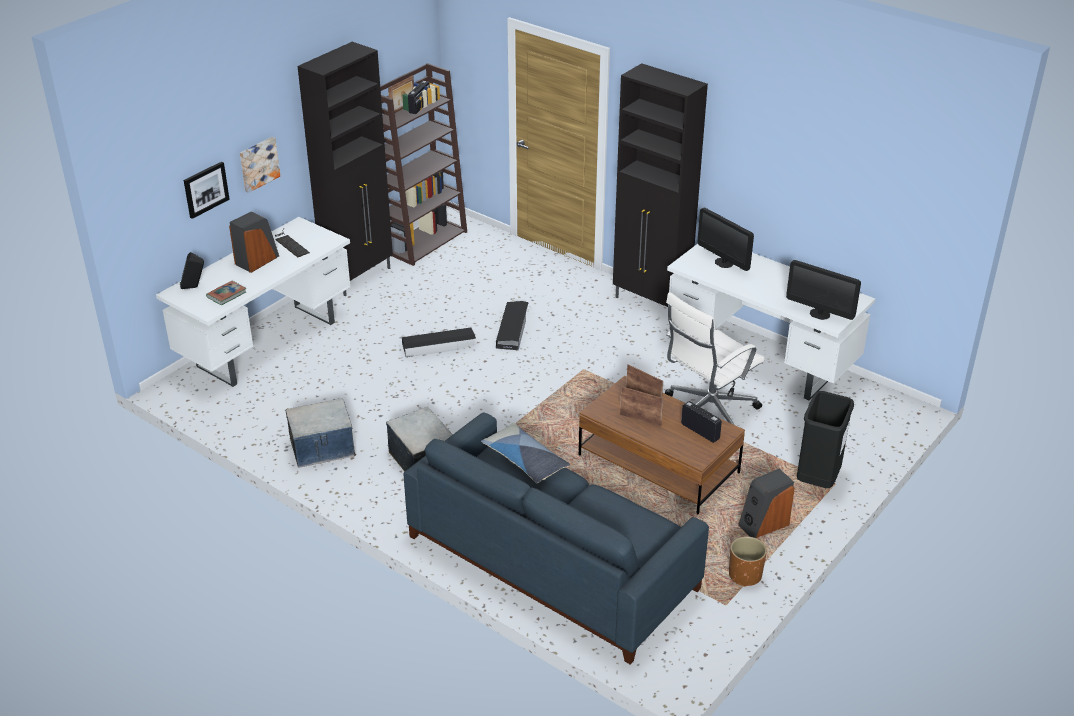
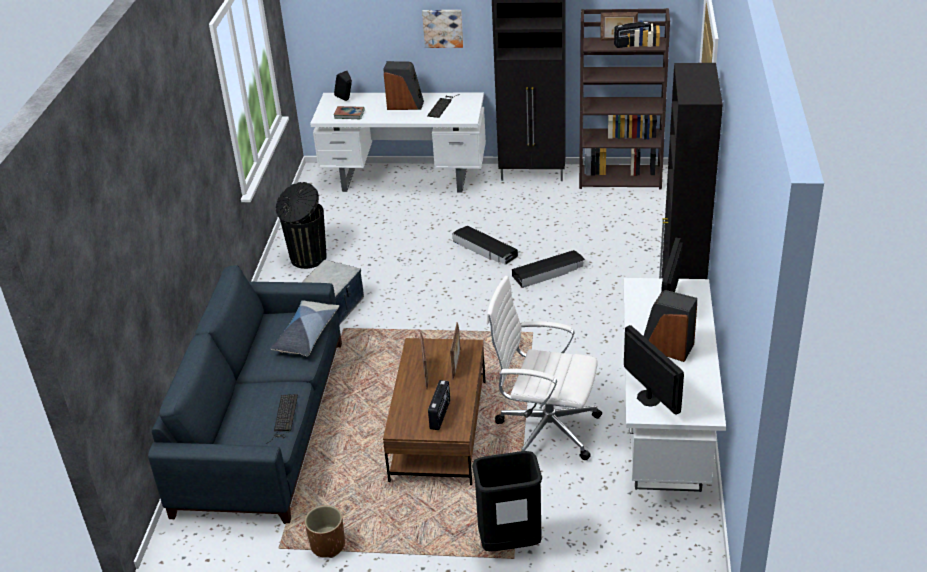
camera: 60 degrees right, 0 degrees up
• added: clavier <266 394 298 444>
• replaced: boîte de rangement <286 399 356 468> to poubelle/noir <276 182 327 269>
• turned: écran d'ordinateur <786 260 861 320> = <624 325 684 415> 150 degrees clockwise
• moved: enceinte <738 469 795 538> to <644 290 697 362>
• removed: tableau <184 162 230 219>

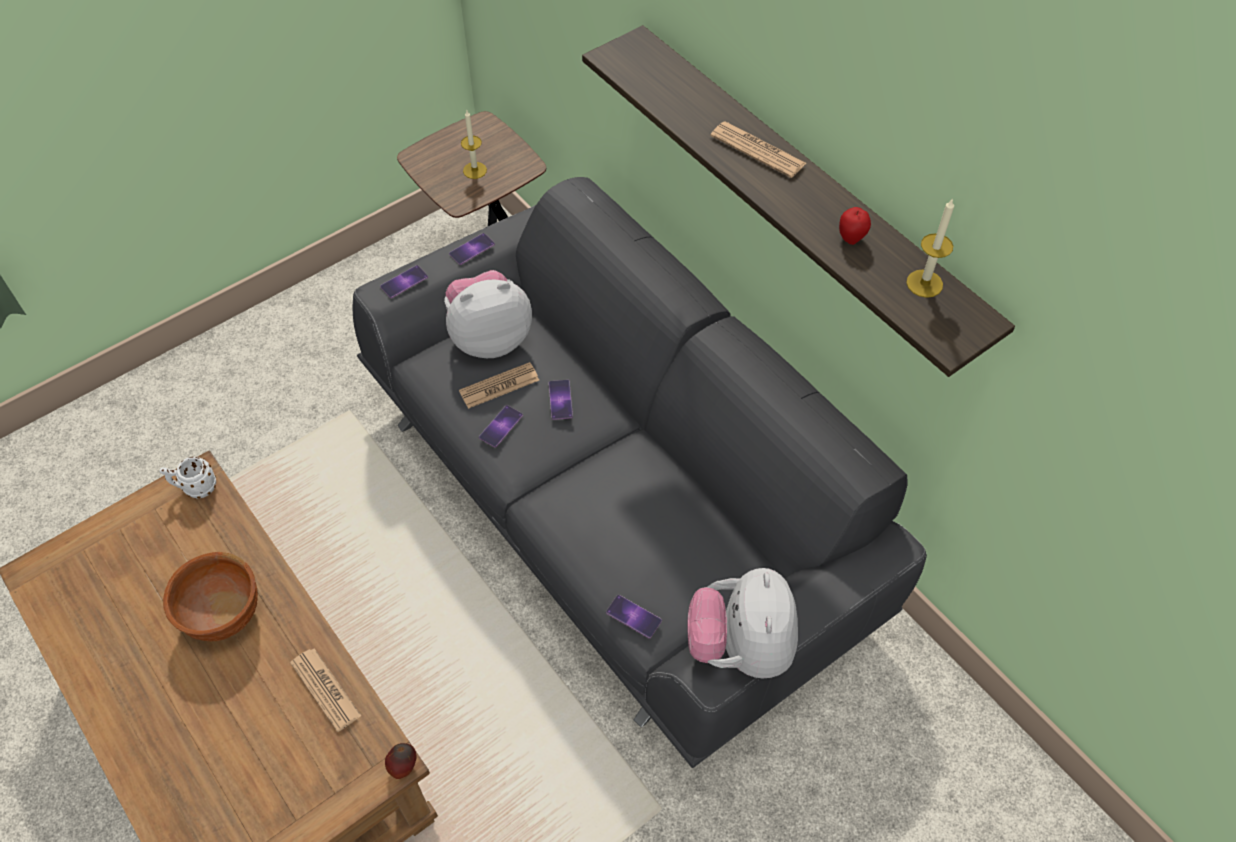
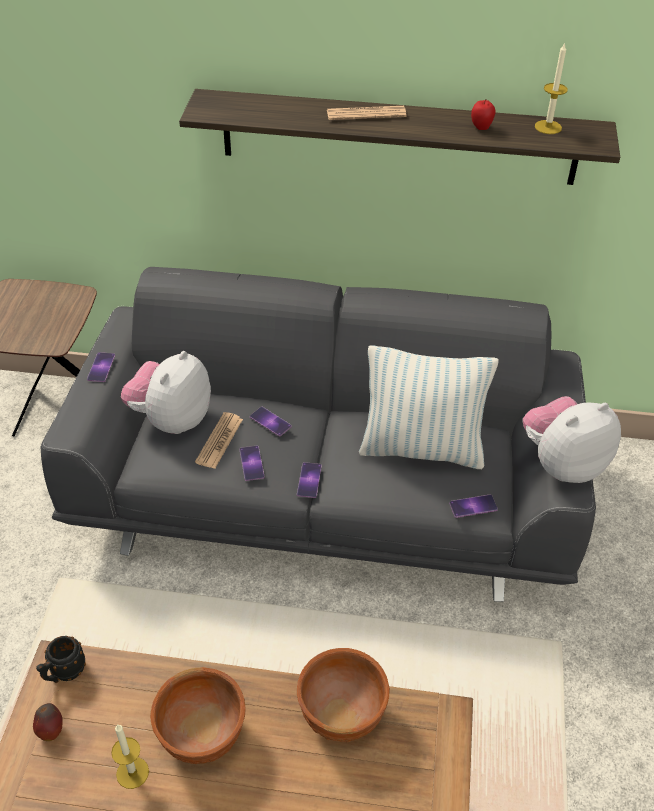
camera: 45 degrees left, 10 degrees down
• moved: pomme <385 743 417 779> to <33 703 63 741>
• recoloured: mug/blanc <160 457 216 498> to mug/noir <36 636 86 683>
• moved: bougie <461 111 487 179> to <111 724 149 789>
• moved: téléphone <380 265 428 298> to <297 462 322 498>
• replaced: journal <290 648 362 732> to bol/marron <297 648 390 742>
• added: coussin <359 345 498 469>
• turned: peluche <687 568 798 678> = <523 396 621 483> 105 degrees clockwise

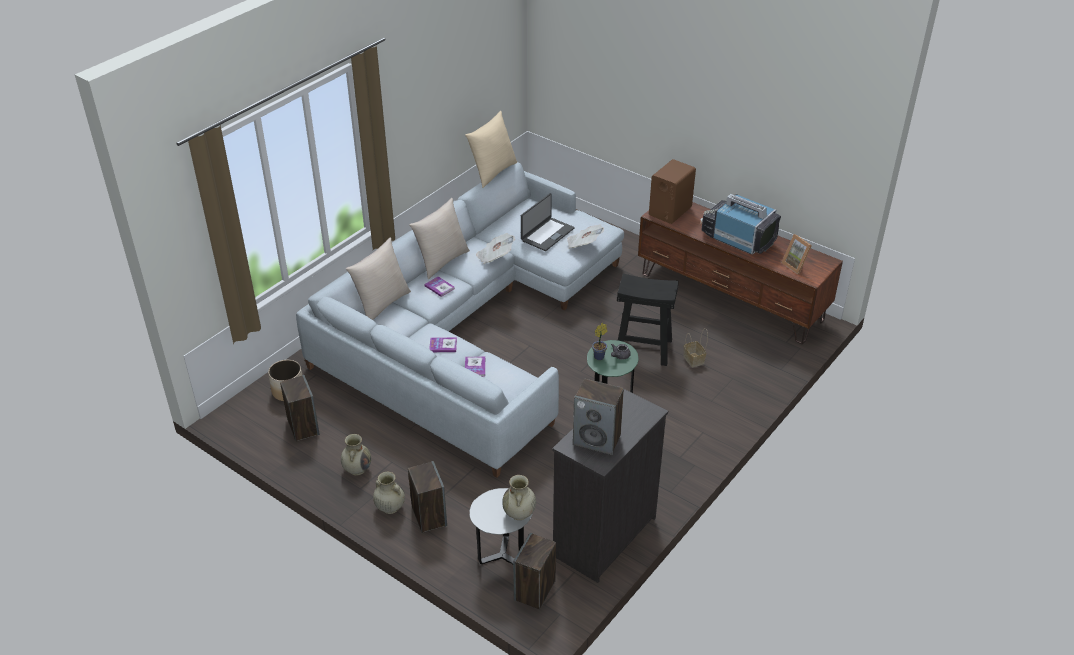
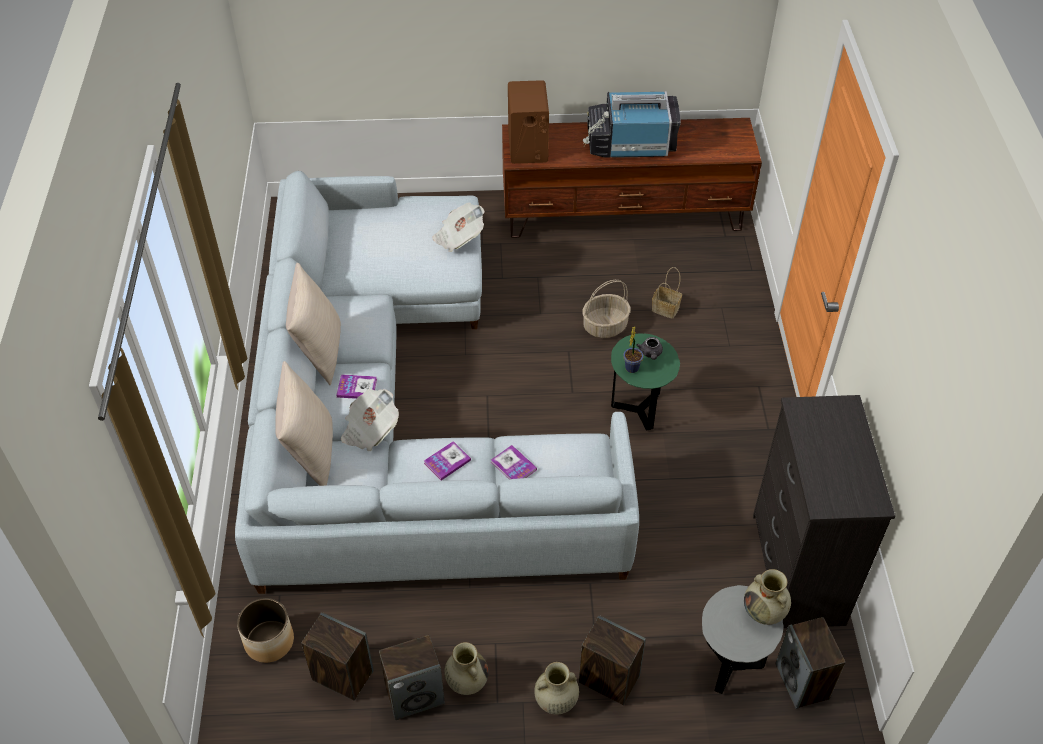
camera: 40 degrees left, 10 degrees up
• moved: journal <476 233 515 264> to <341 389 399 451>
• moved: enceinte <573 378 624 455> to <379 635 445 720>
• replaced: tabouret/noir <617 273 679 366> to panier <582 280 631 338>
• removed: coussin/beige <465 111 517 188>
• removed: ordinateur portable <521 193 574 251>
• removed: cadre photo <782 234 812 274>

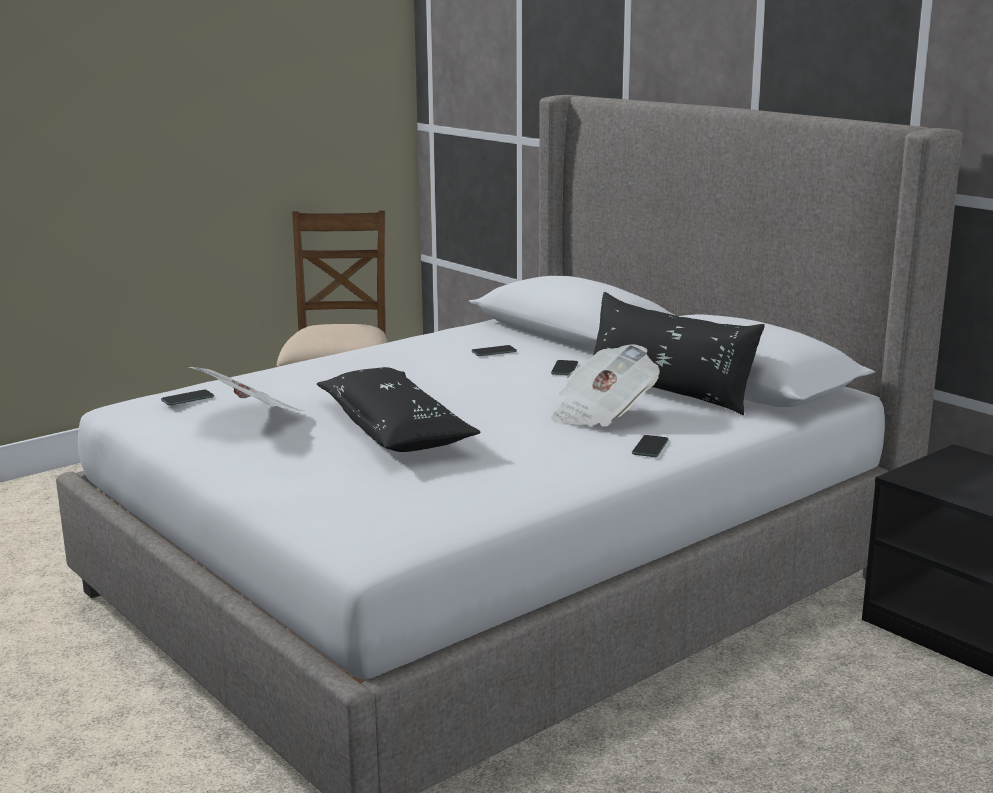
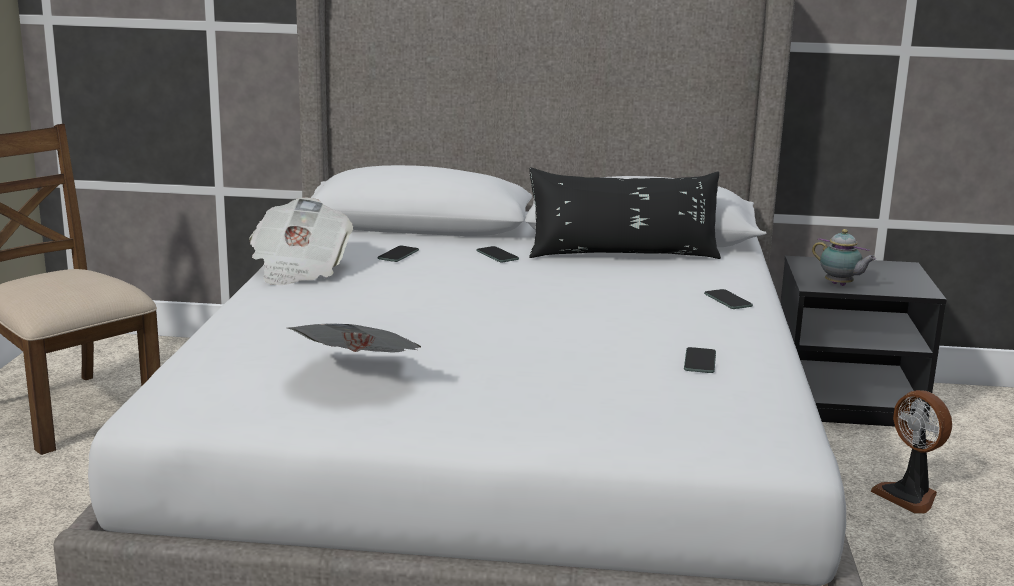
camera: 45 degrees left, 0 degrees up
• moved: journal <551 344 660 426> to <249 197 353 285>
• moved: téléphone <161 390 214 406> to <684 347 716 373>
• added: théière <812 229 876 286>
• added: ventilateur <871 390 952 514>
• removed: coussin/noir <317 367 481 452>

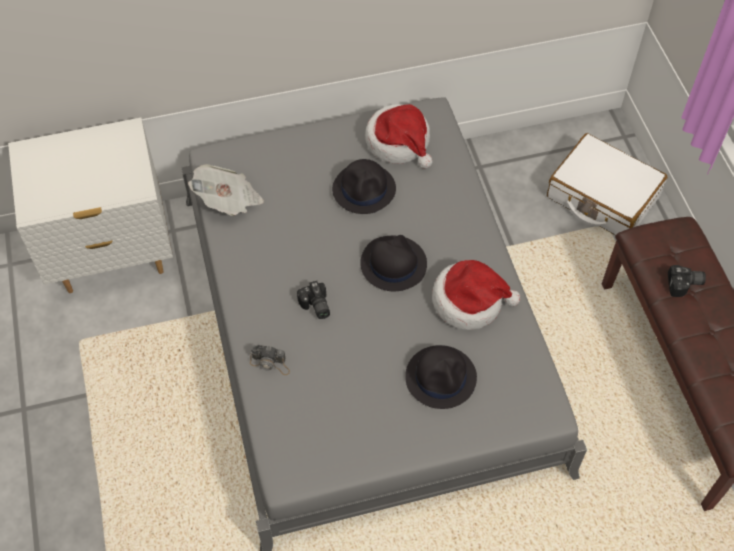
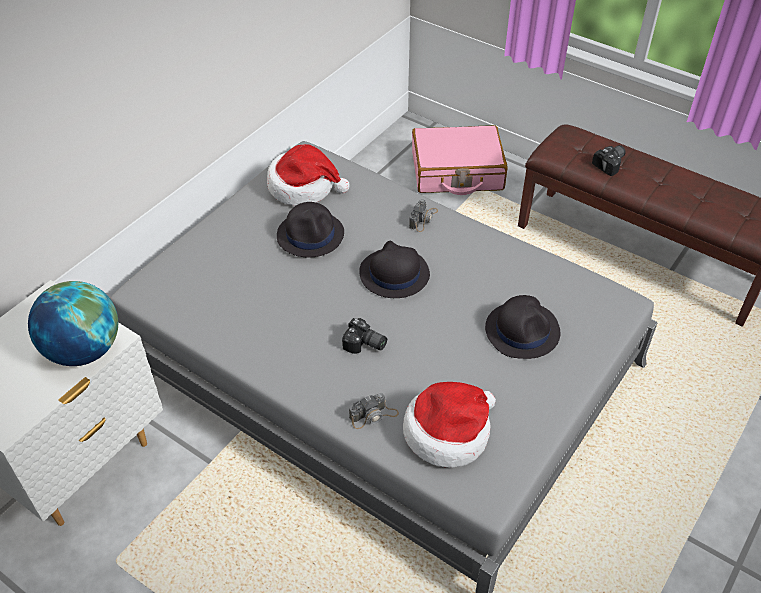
camera: 40 degrees left, 10 degrees down
• added: globe <28 281 118 366>
• moved: chapeau <432 260 520 330> to <403 382 496 468>
• added: appareil photo <409 199 438 232>
• recoloured: valise/blanc <547 133 667 236> to valise/rose <412 125 508 195>
• removed: journal <188 164 264 216>

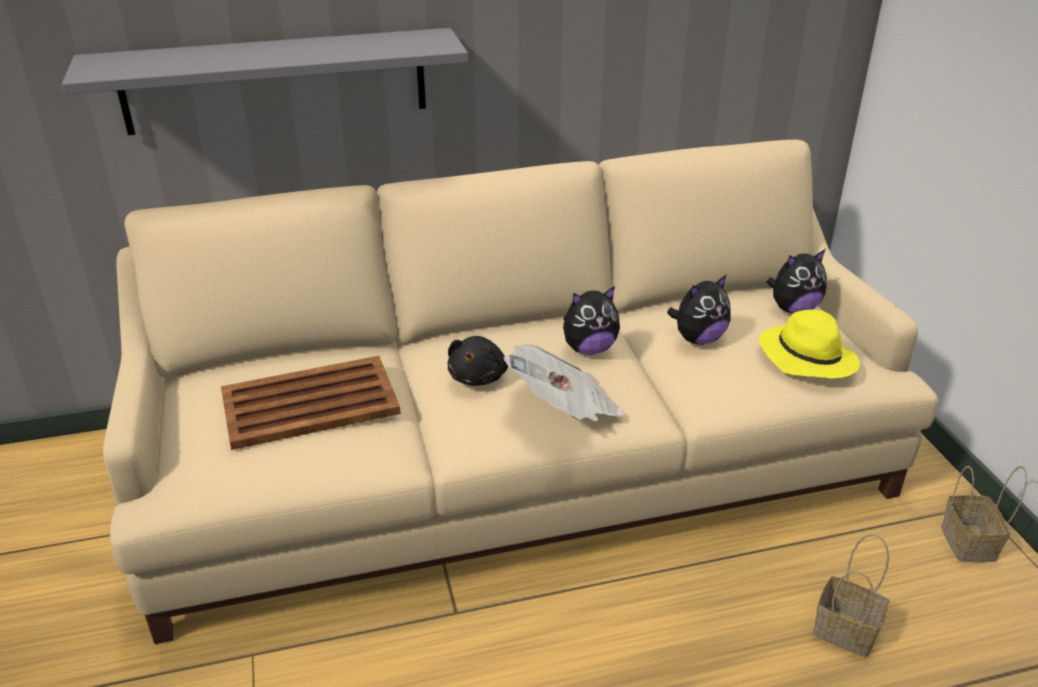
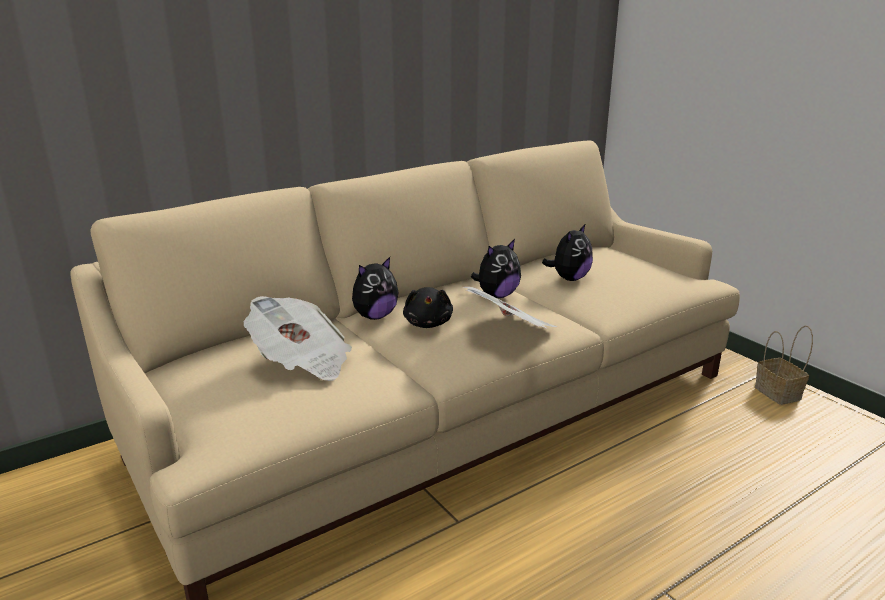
camera: 20 degrees left, 10 degrees down
• replaced: plateau/marron <221 356 401 450> to journal <243 296 352 381>
• moved: peluche <767 249 827 314> to <352 257 398 320>
• removed: étagère/gris <62 28 468 135>
• removed: chapeau/jaune <759 309 860 379>
• removed: panier <813 534 890 657>

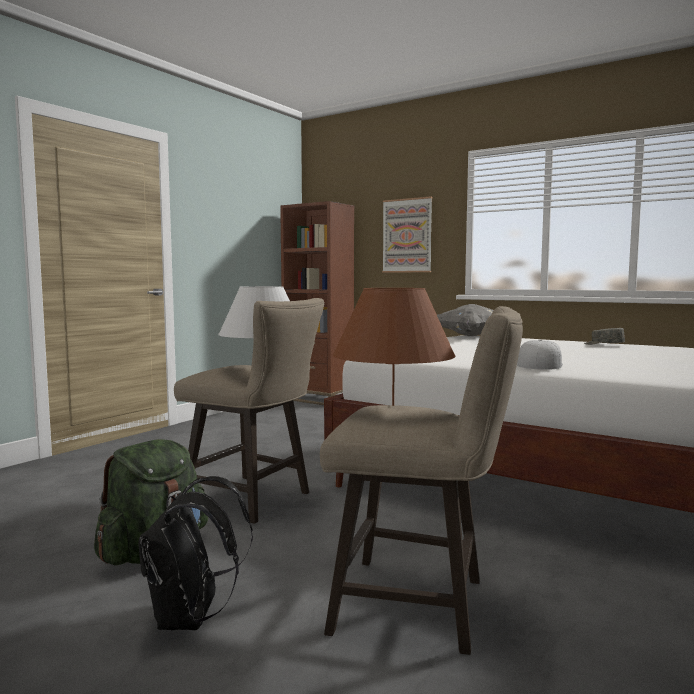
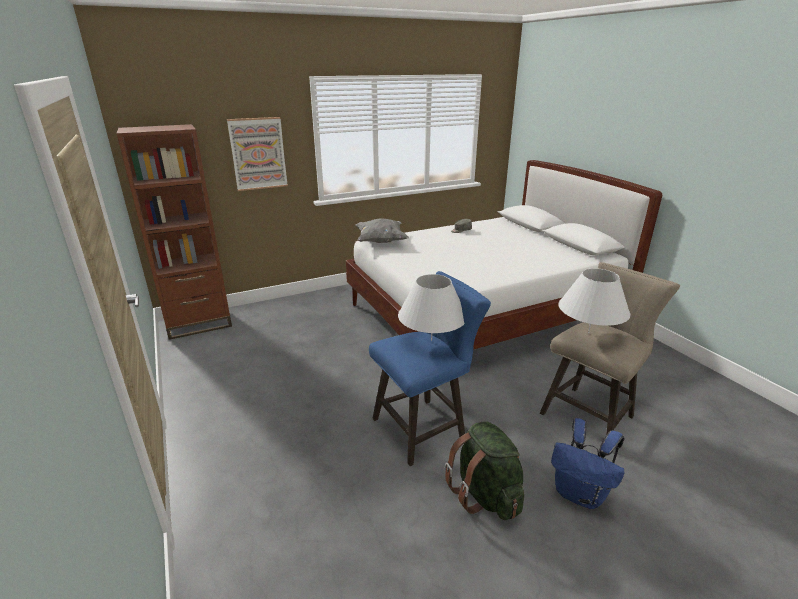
camera: 60 degrees left, 20 degrees up
• recoloured: tabouret/beige <174 298 325 524> to tabouret/bleu <369 271 491 466>
• recoloured: sac à dos/noir <138 476 253 630> to sac à dos/bleu <551 418 625 509>
• recoloured: lampe de table/marron <333 288 456 406> to lampe de table/blanc <559 268 630 334>
• removed: casquette/blanc <517 340 563 370>

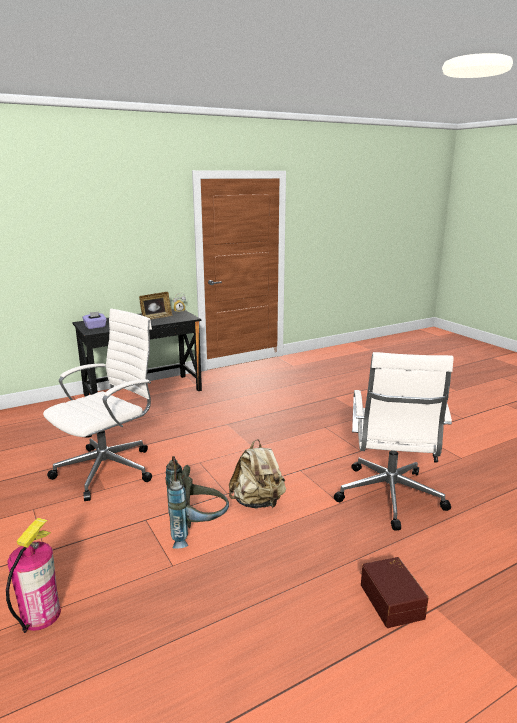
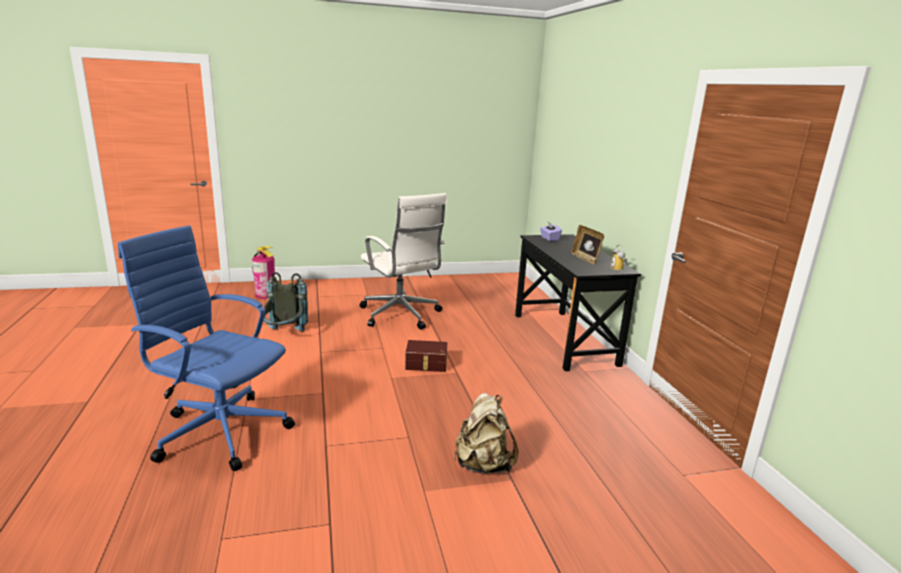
camera: 105 degrees right, 0 degrees up
• recoloured: chaise de bureau/blanc <334 352 454 531> to chaise de bureau/bleu <118 225 295 471>
• moved: boîte de rangement/marron <361 557 428 628> to <405 340 447 372>
• moved: sac à dos/beige <229 439 286 508> to <454 393 519 473>

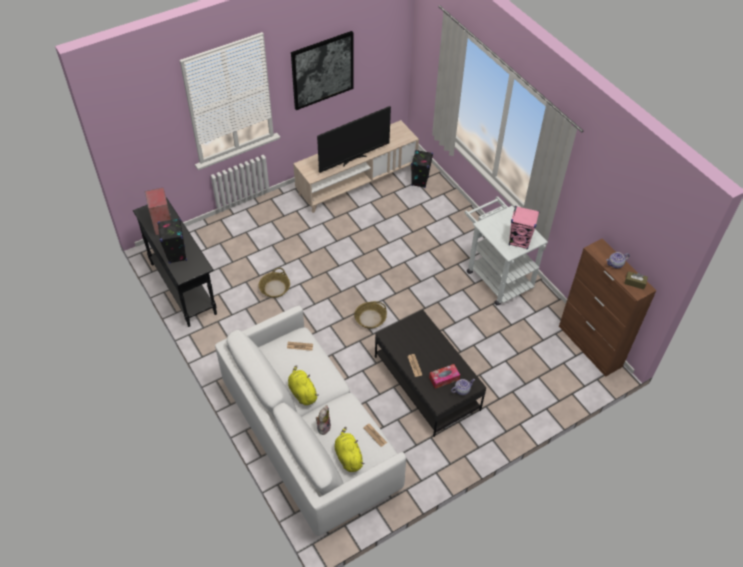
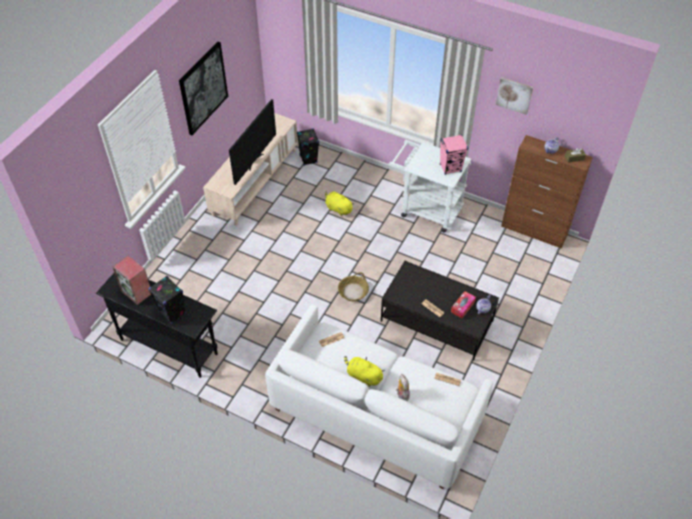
camera: 30 degrees left, 0 degrees up
• moved: peluche/jaune <335 427 364 472> to <325 191 354 216>
• added: tableau <496 77 533 115>
• removed: panier <259 268 290 298>

